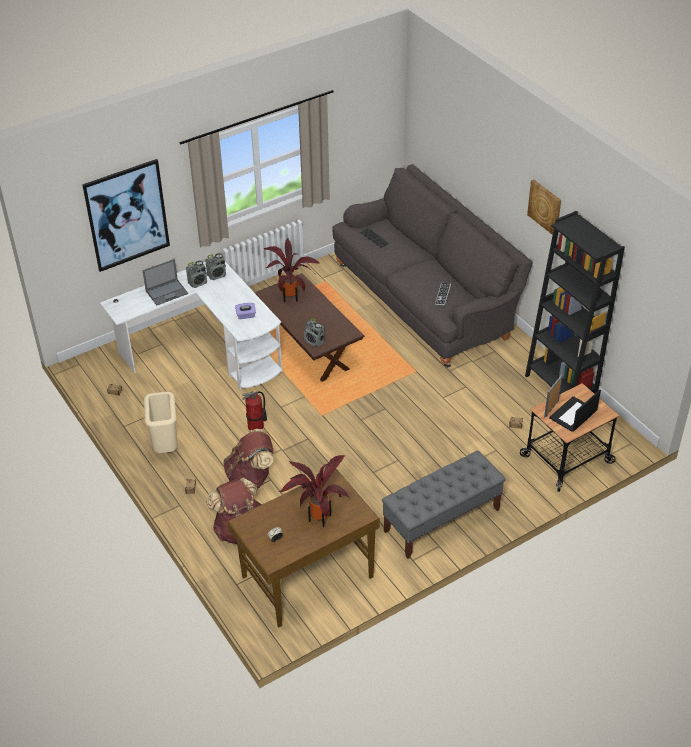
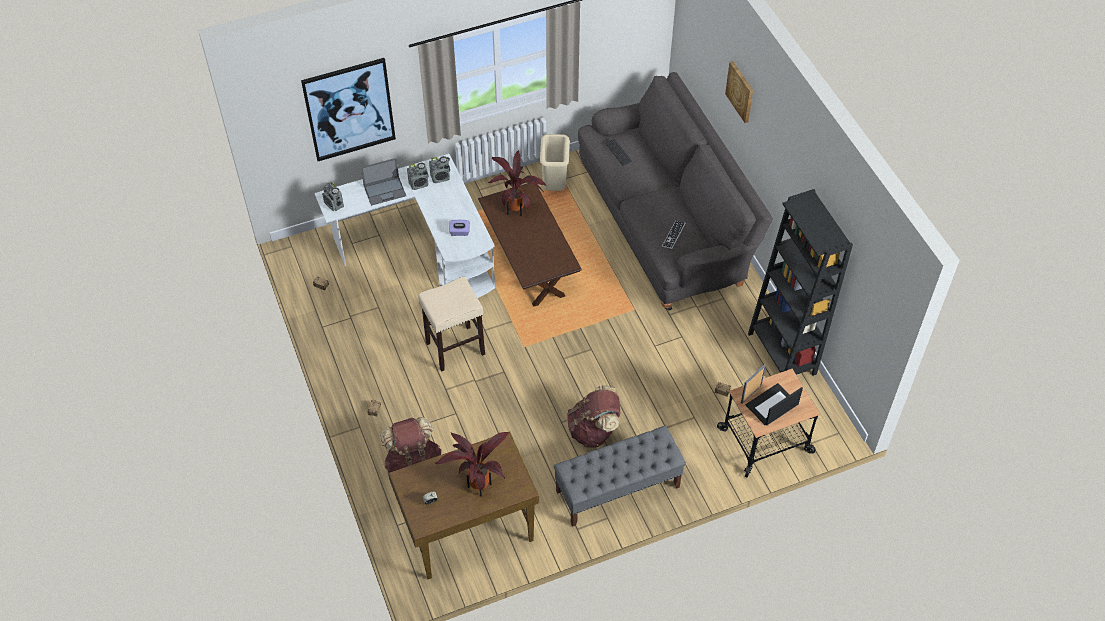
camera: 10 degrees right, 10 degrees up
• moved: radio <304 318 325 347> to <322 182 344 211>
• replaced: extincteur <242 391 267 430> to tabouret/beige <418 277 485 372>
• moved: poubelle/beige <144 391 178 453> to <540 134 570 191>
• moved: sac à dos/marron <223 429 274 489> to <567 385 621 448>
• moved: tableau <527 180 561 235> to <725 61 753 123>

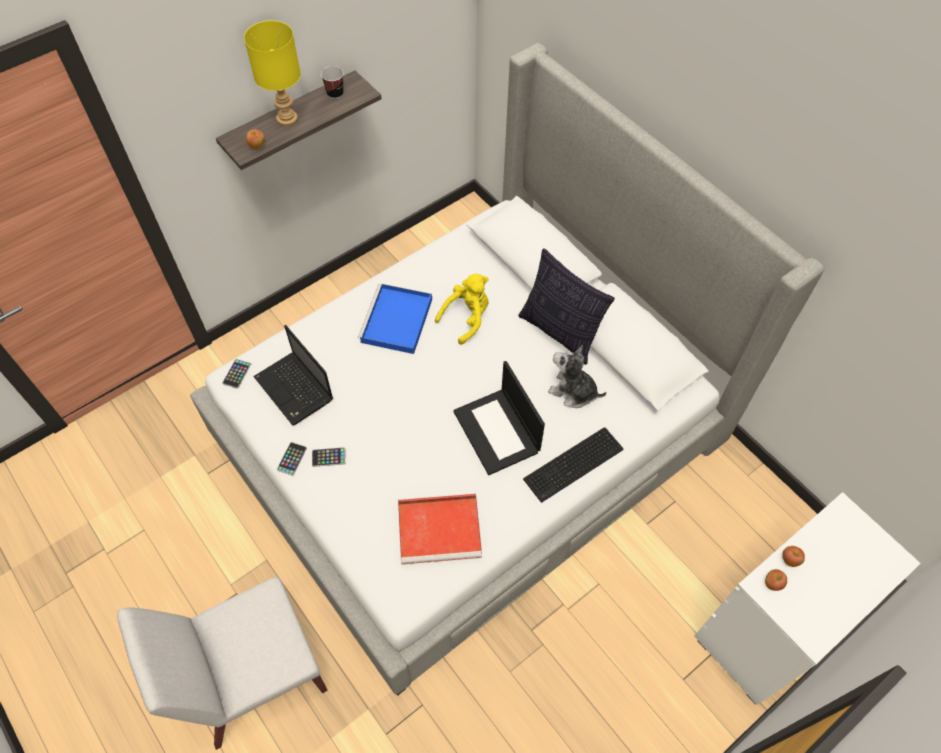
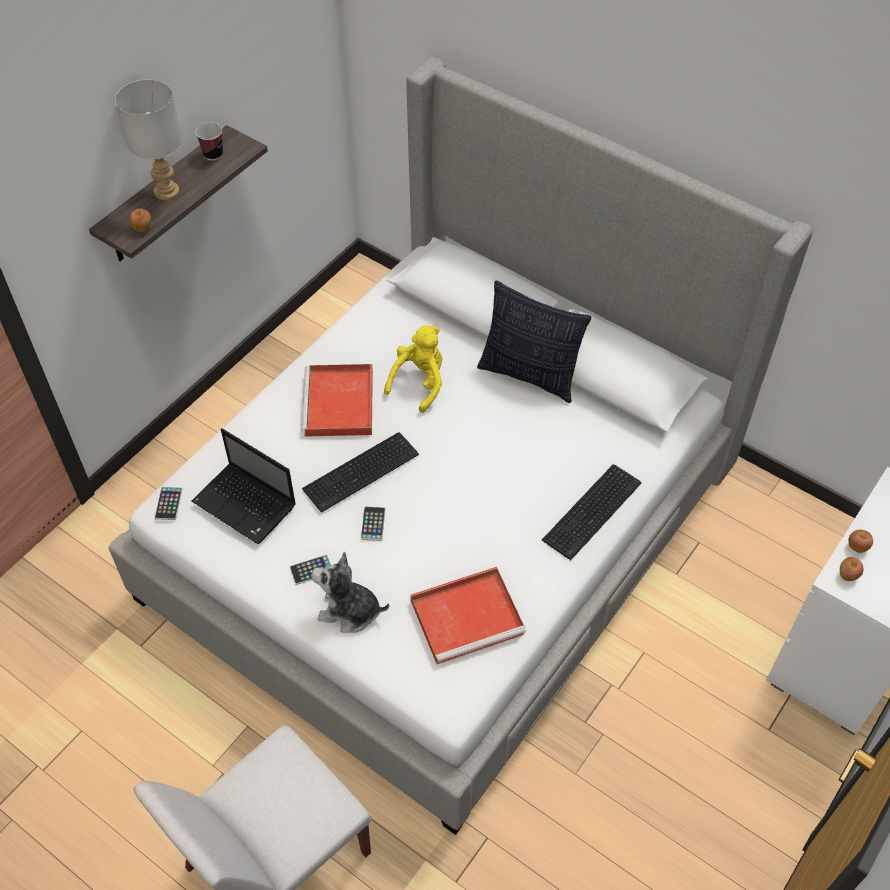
camera: 15 degrees left, 5 degrees down
• recoloured: lampe de table/jaune <244 20 301 126> to lampe de table/gris <115 79 182 200>
• recoloured: plateau/bleu <358 284 432 354> to plateau/rouge <302 364 373 437>
• added: clavier <302 432 419 513>
• moved: peluche <548 345 606 408> to <311 552 389 633>
• moved: téléphone <277 442 307 476> to <361 506 385 541>
• removed: ordinateur portable <453 361 545 475>

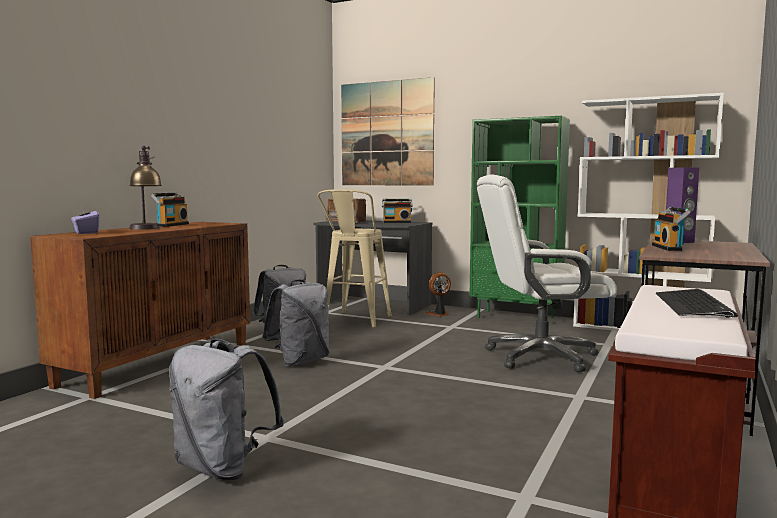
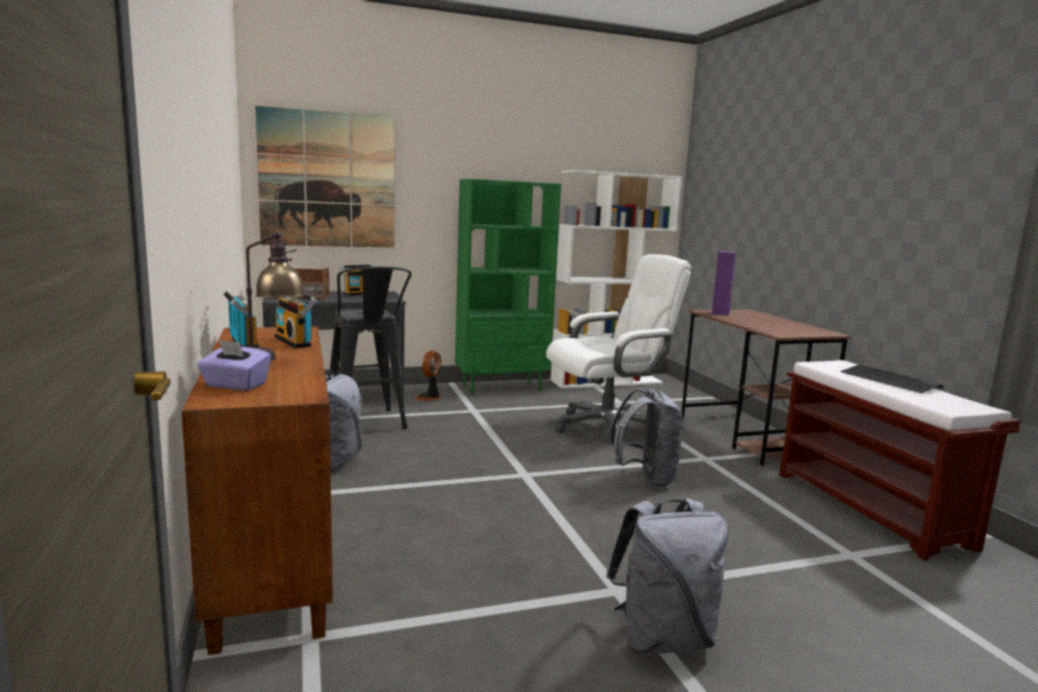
camera: 45 degrees left, 5 degrees up
• moved: radio <652 207 691 251> to <275 294 317 348>
• recoloured: tabouret/beige <317 189 392 327> to tabouret/noir <329 267 412 429>
• turned: chaise de bureau/blanc <477 174 617 372> = <546 254 691 446> 150 degrees counterclockwise
• moved: sac à dos/gris <262 279 329 366> to <609 388 684 488>

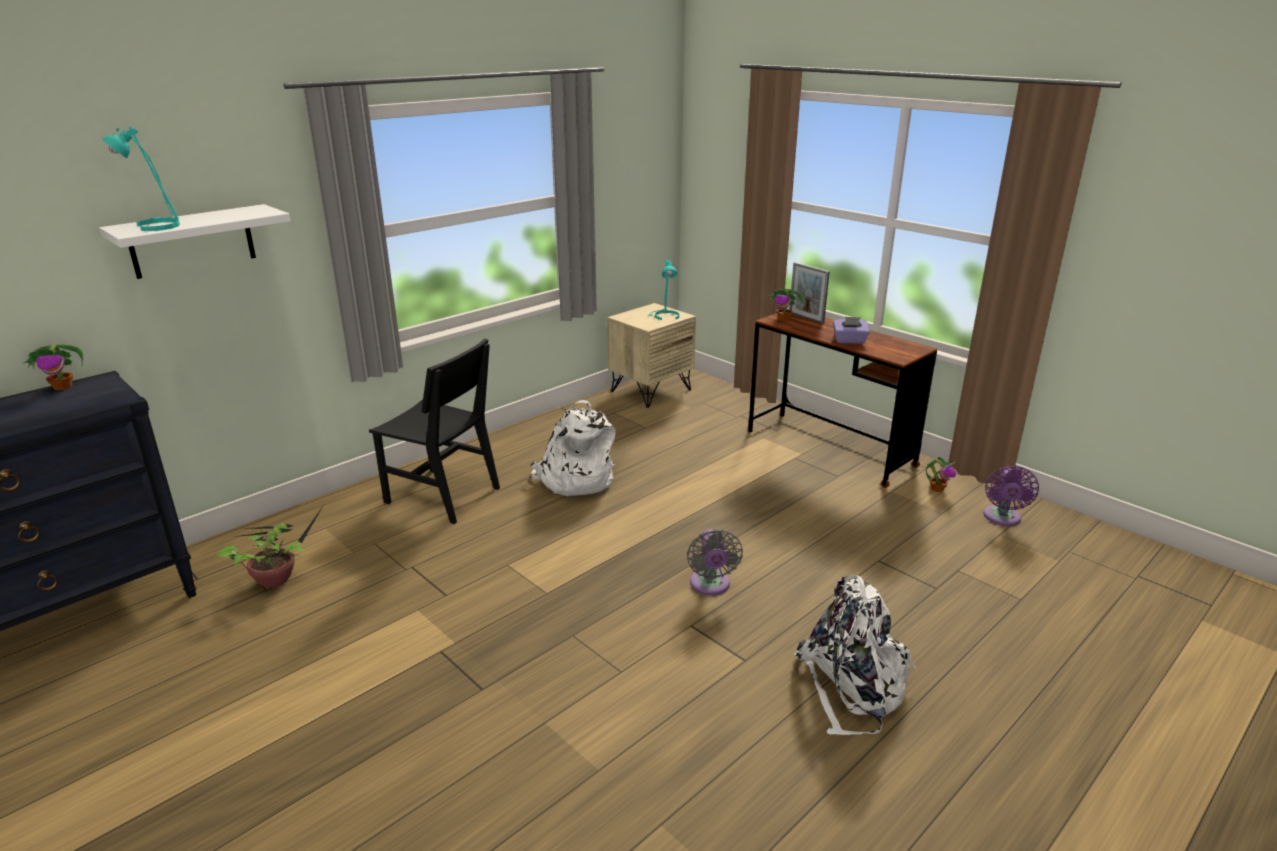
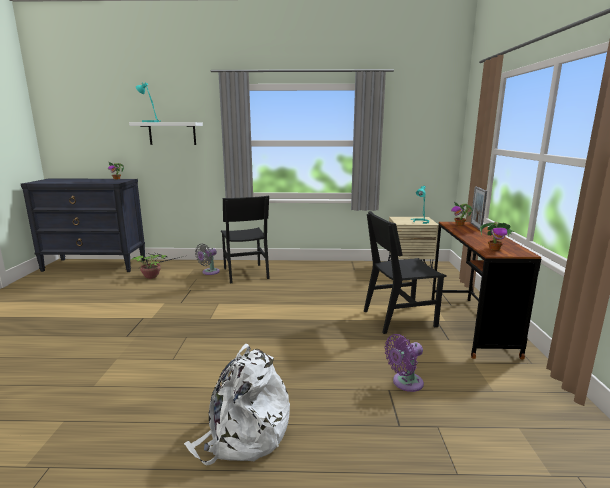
camera: 45 degrees right, 10 degrees down
• moved: ventilateur/gris <687 529 743 595> to <195 244 220 275>
• added: chaise/noir <364 211 447 334>
• moved: ventilateur/violet <983 466 1039 526> to <384 334 424 392>
• moved: plante en pot <926 457 956 492> to <480 222 514 250>
• removed: sac à dos/blanc <531 400 616 496>
• removed: boîte à mouchoirs/violet <833 317 870 344>

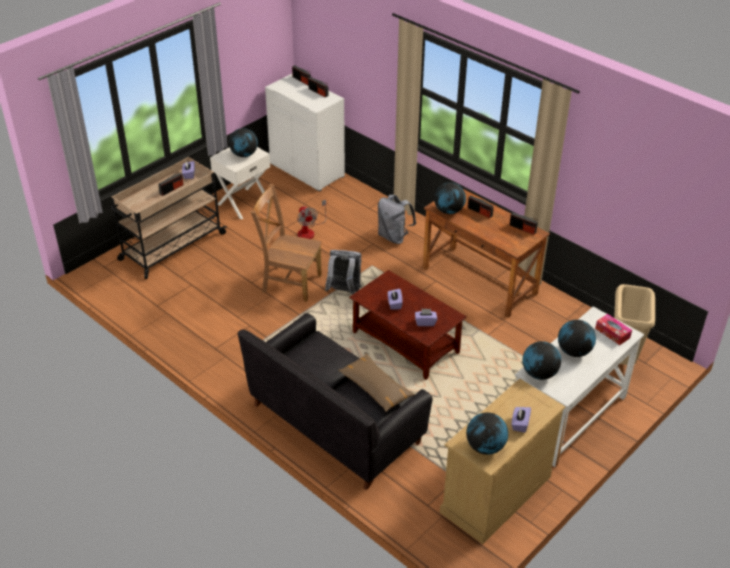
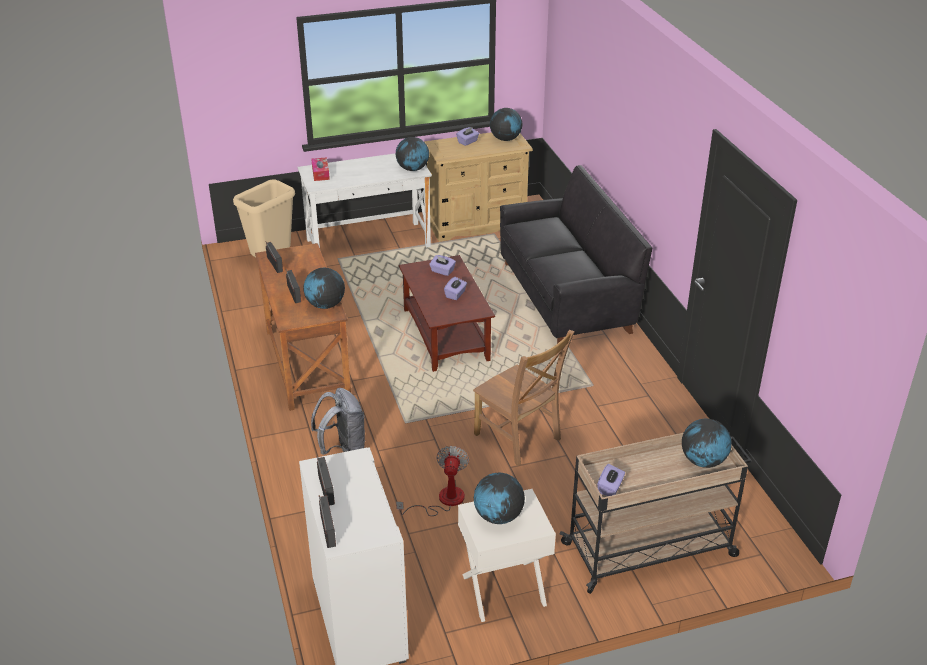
camera: 150 degrees left, 5 degrees down
• moved: globe <558 320 596 357> to <682 419 732 468>
• removed: radio <158 171 183 196>
• removed: sac à dos/gris <325 250 362 295>
• removed: coussin/marron <338 353 415 412>

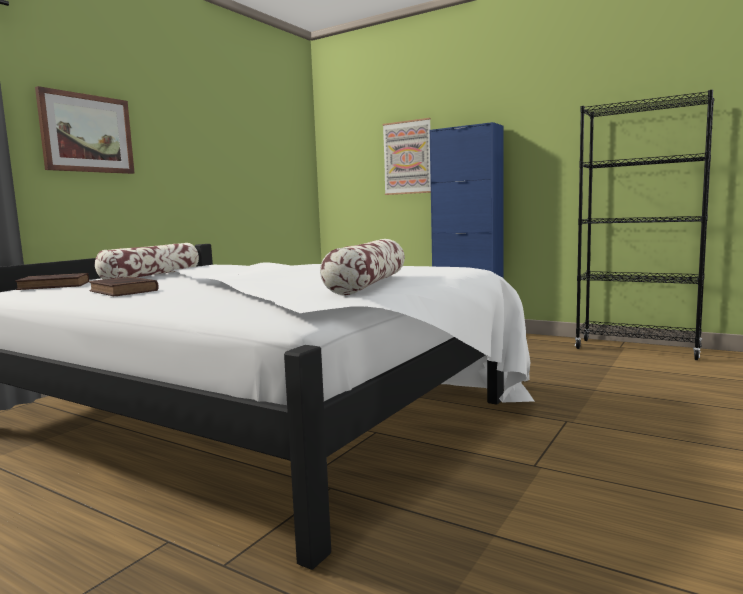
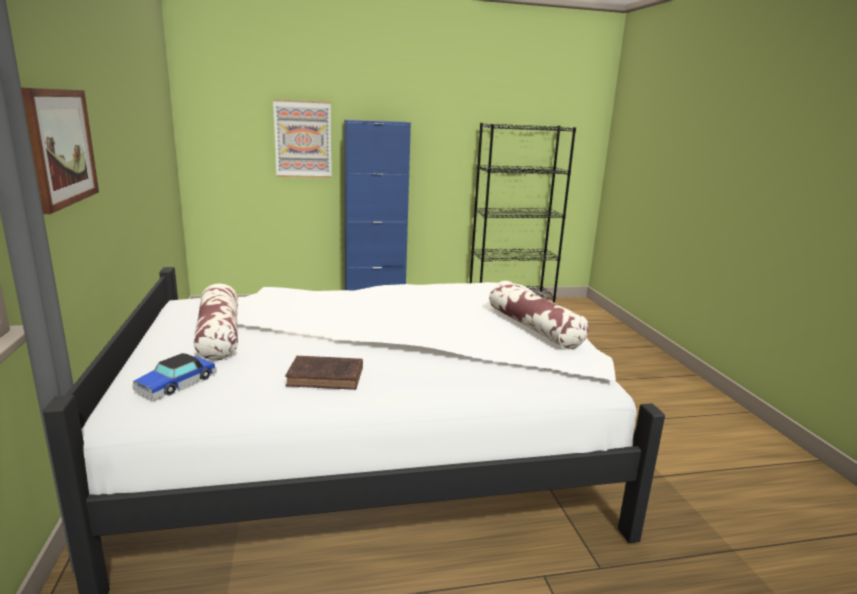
camera: 45 degrees left, 10 degrees up
• replaced: livre/marron <15 273 89 290> to petite voiture <132 353 217 399>

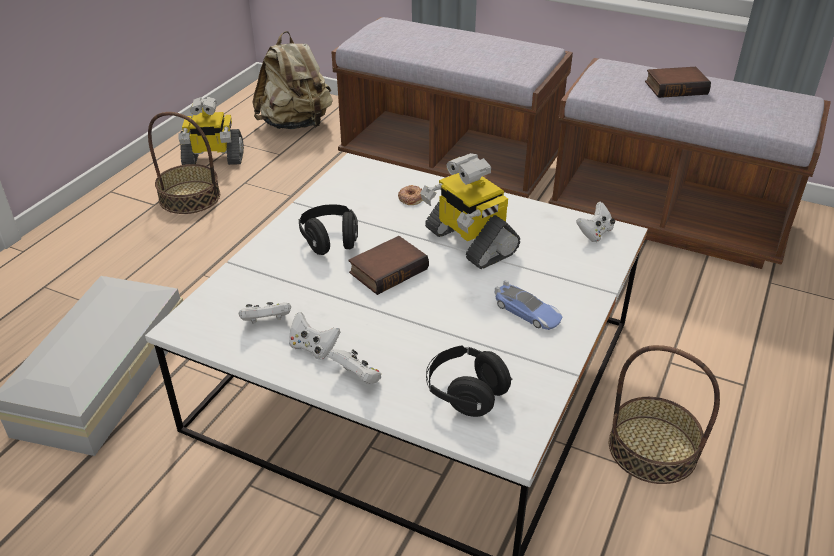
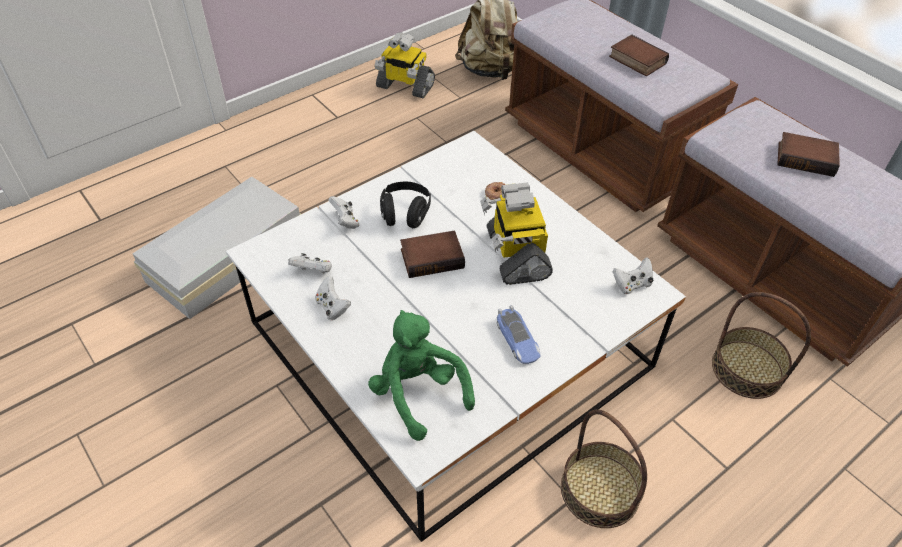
camera: 25 degrees right, 10 degrees up
• moved: manette/blanc <328 349 381 384> to <328 196 359 229>
• replaced: casque audio/noir <426 345 513 417> to peluche/vert <368 310 475 441>
• added: livre <609 35 669 76>
• moved: panier <148 112 220 214> to <712 292 811 399>

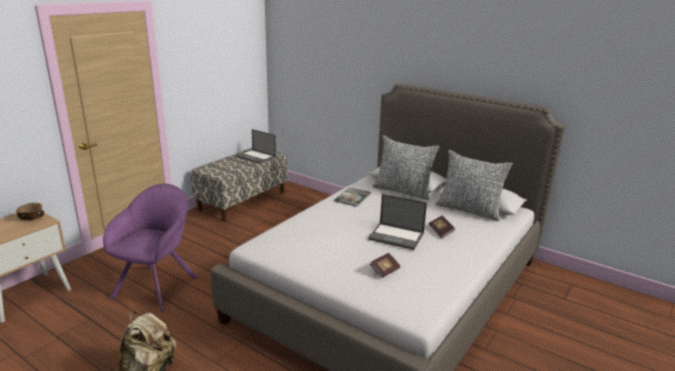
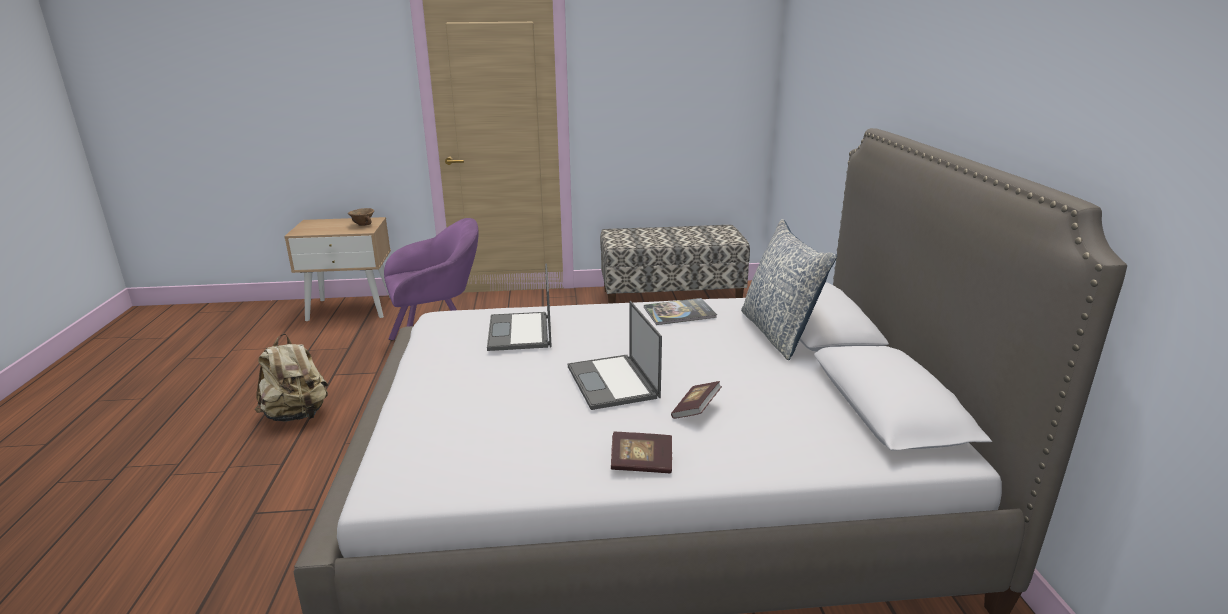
camera: 50 degrees right, 0 degrees up
• moved: ordinateur portable <236 129 276 164> to <487 264 552 351>
• moved: livre <370 253 400 278> to <611 432 672 473>
• removed: coussin <436 150 513 221>

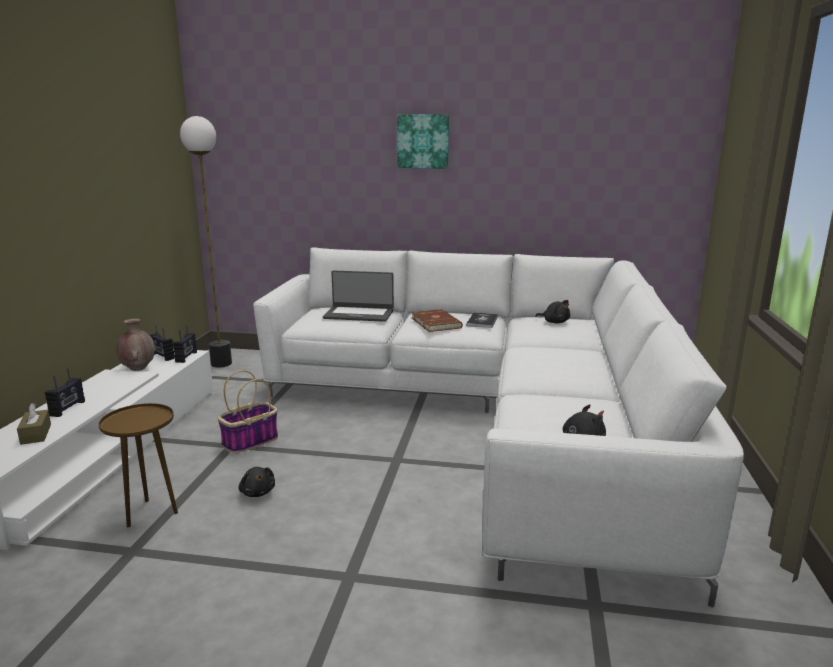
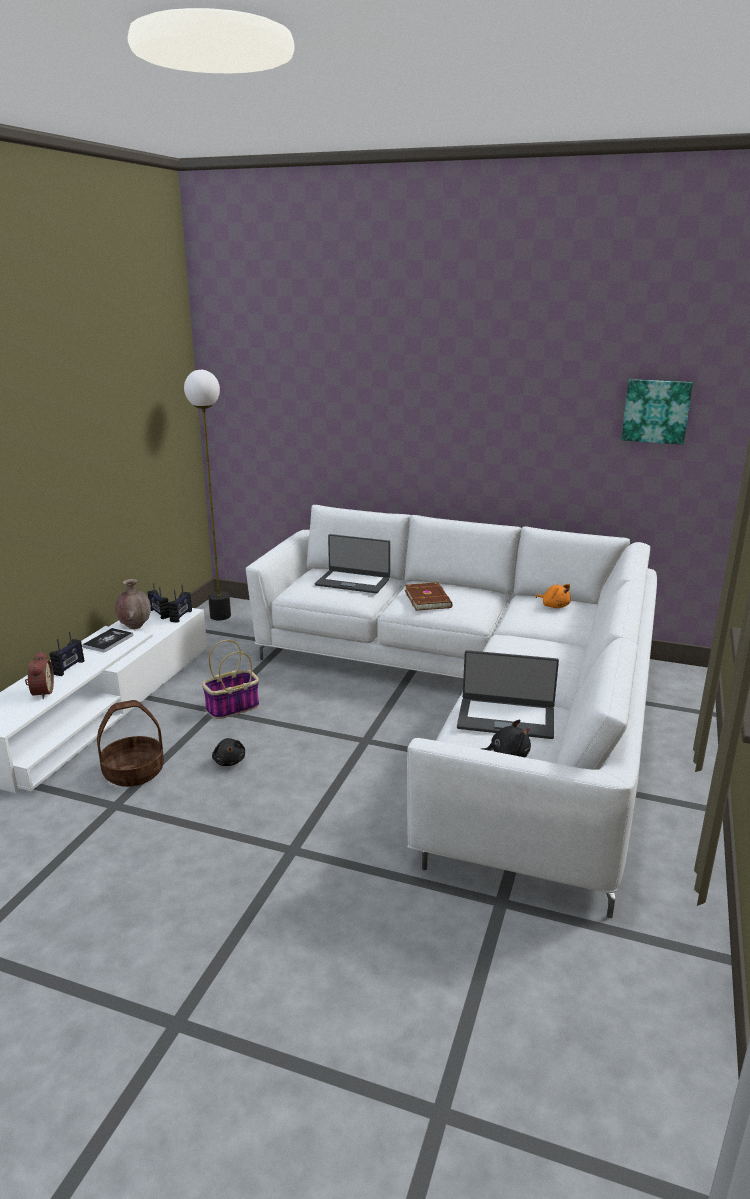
camera: 10 degrees right, 5 degrees up
• replaced: boîte à mouchoirs/marron <17 403 51 445> to réveil <25 651 54 699>
• moved: livre <466 312 498 328> to <82 628 133 653>
• replaced: table d'appoint/marron <99 403 178 527> to panier <97 700 164 787>
• added: ordinateur portable <457 650 559 739>
• recoloured: peluche/noir <535 300 570 323> to peluche/orange <536 584 571 608>
• moved: tableau <397 114 449 169> to <621 379 693 445>

